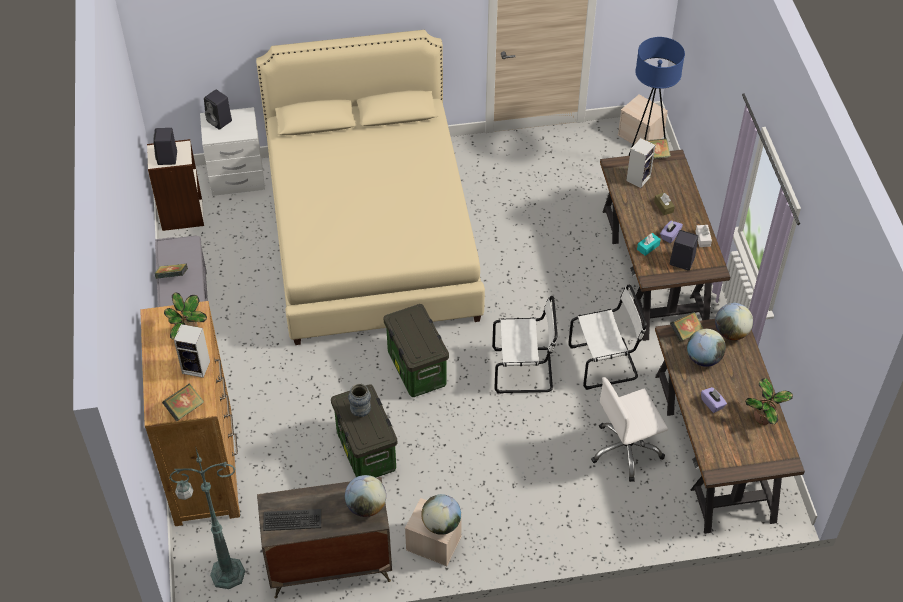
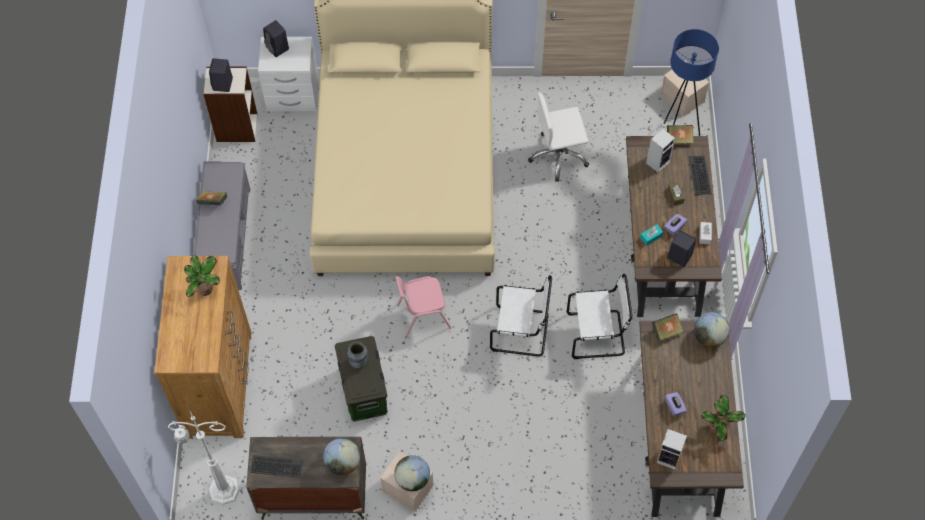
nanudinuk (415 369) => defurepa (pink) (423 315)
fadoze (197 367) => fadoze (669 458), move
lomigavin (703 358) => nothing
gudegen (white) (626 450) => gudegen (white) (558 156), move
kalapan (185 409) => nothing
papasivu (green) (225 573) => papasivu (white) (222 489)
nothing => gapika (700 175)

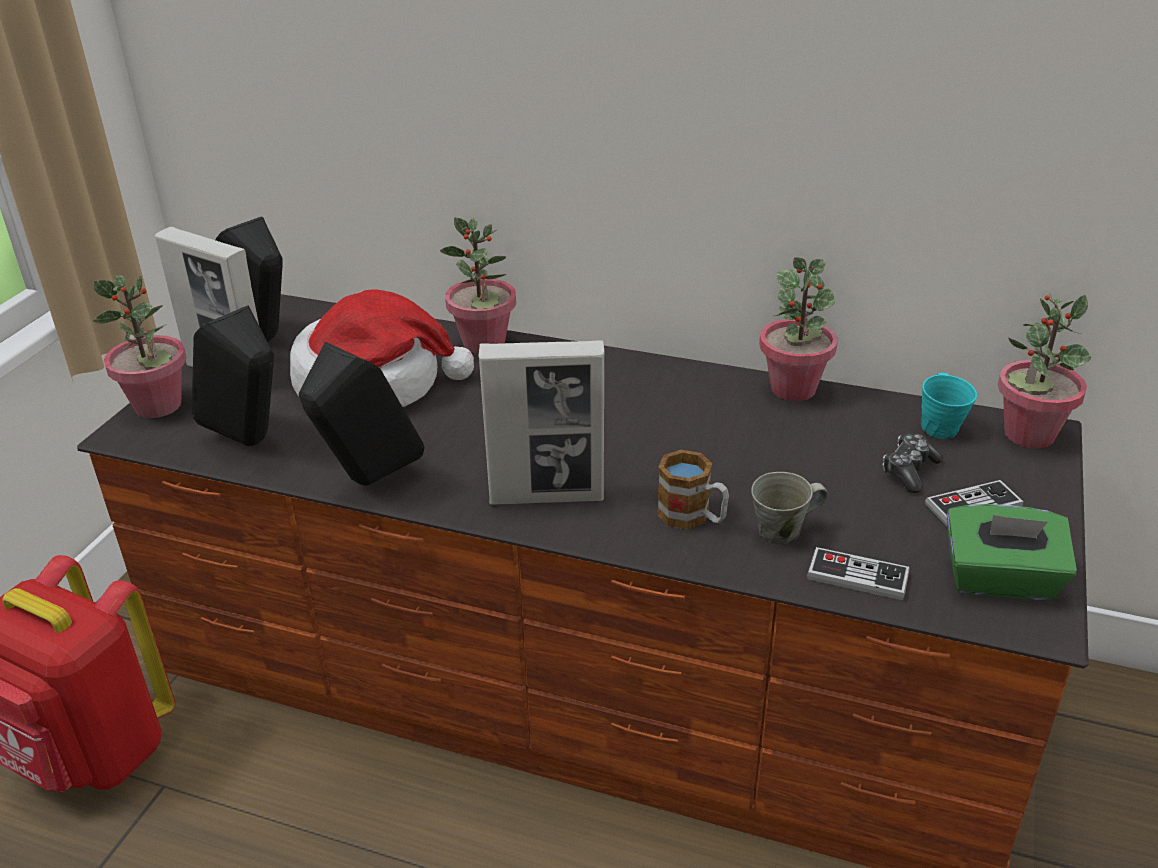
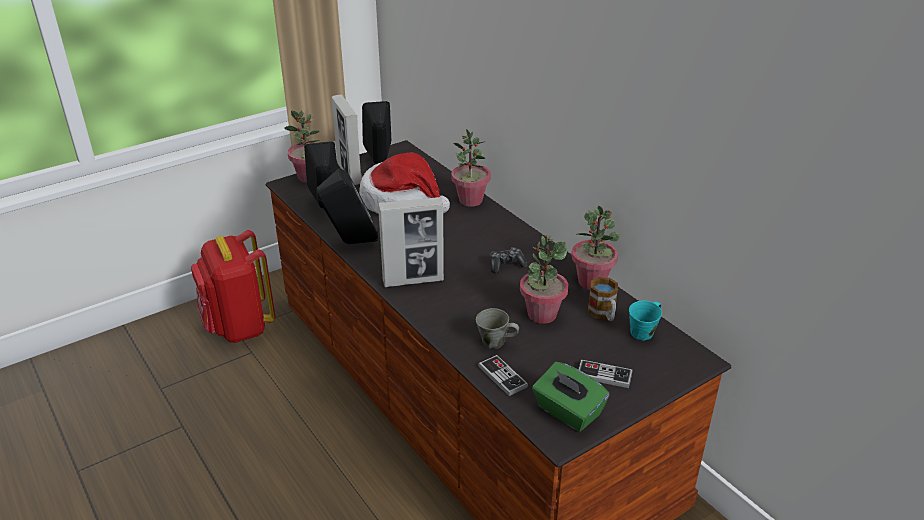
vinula (1028 434) => vinula (541 314), move
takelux (547 496) => takelux (413 280), 45 degrees counterclockwise
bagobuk (909 471) => bagobuk (506 265), move
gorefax (693 517) => gorefax (603 314), move

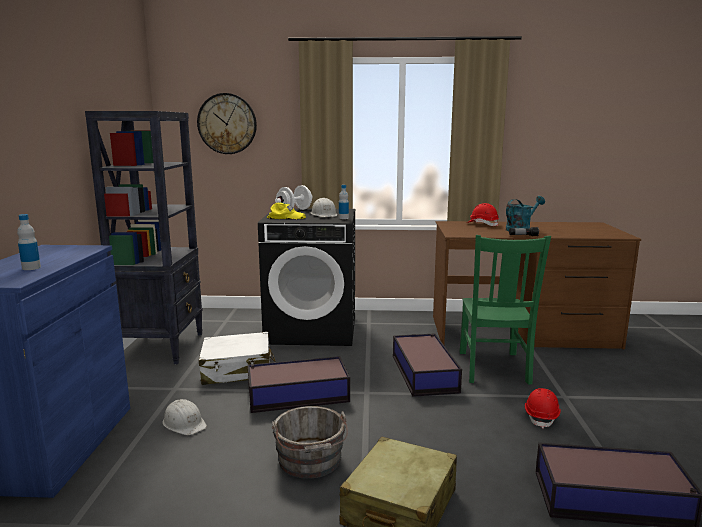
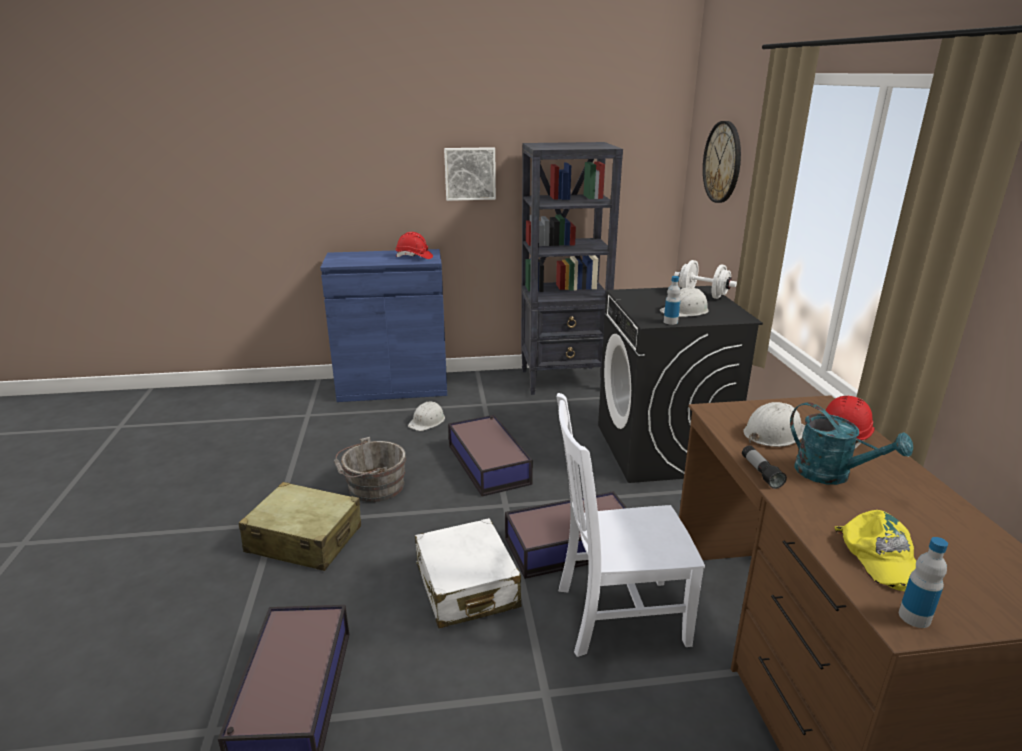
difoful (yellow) (286 217) => difoful (yellow) (880 557), move
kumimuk (31 268) => kumimuk (914 617), move
defurepa (green) (493 368) => defurepa (white) (616 615)
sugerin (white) (237 370) => sugerin (white) (466 587), move
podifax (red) (541 416) => podifax (red) (414 257), move
nothing => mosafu (470 173)
nothing => podifax (white) (774 433)

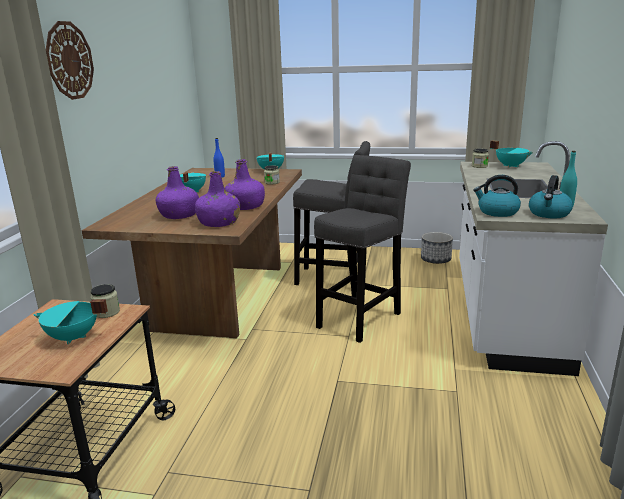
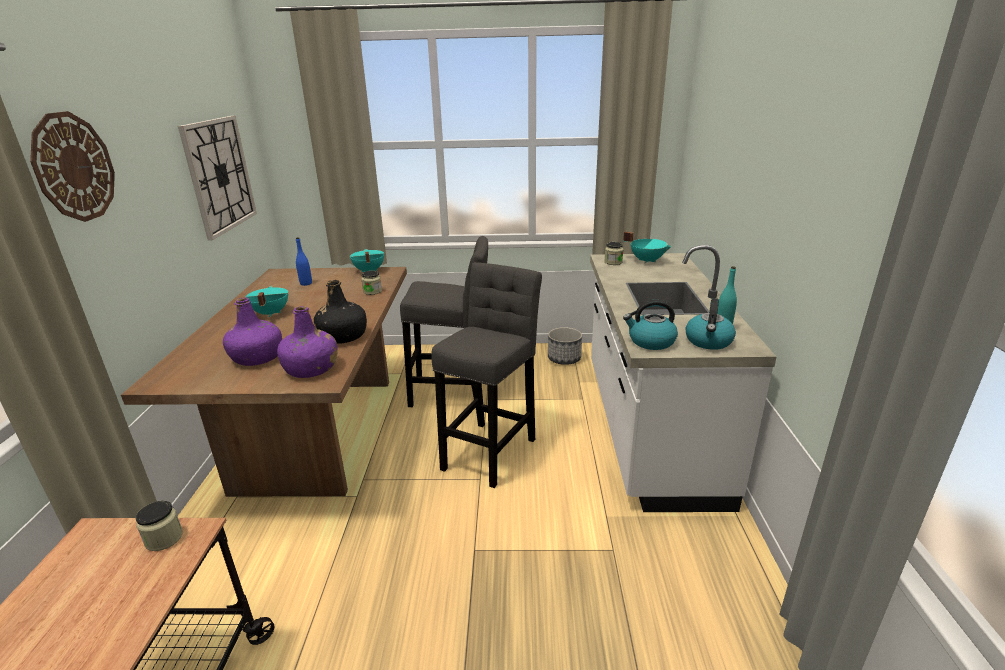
kumimuk (purple) (245 206) => kumimuk (black) (343 336)
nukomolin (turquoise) (73 338) => nothing
nothing => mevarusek (219 175)

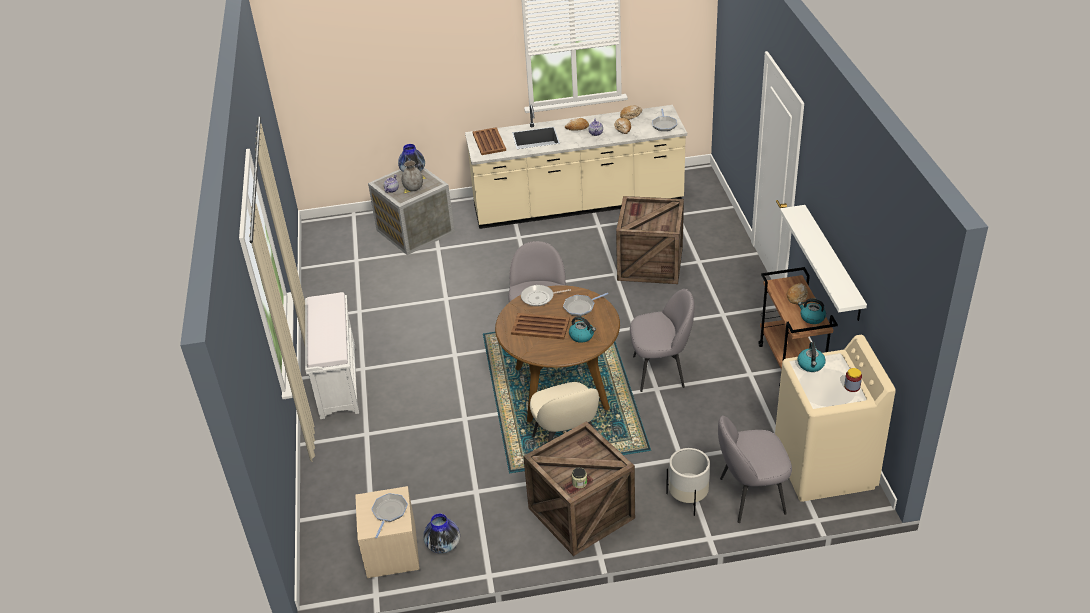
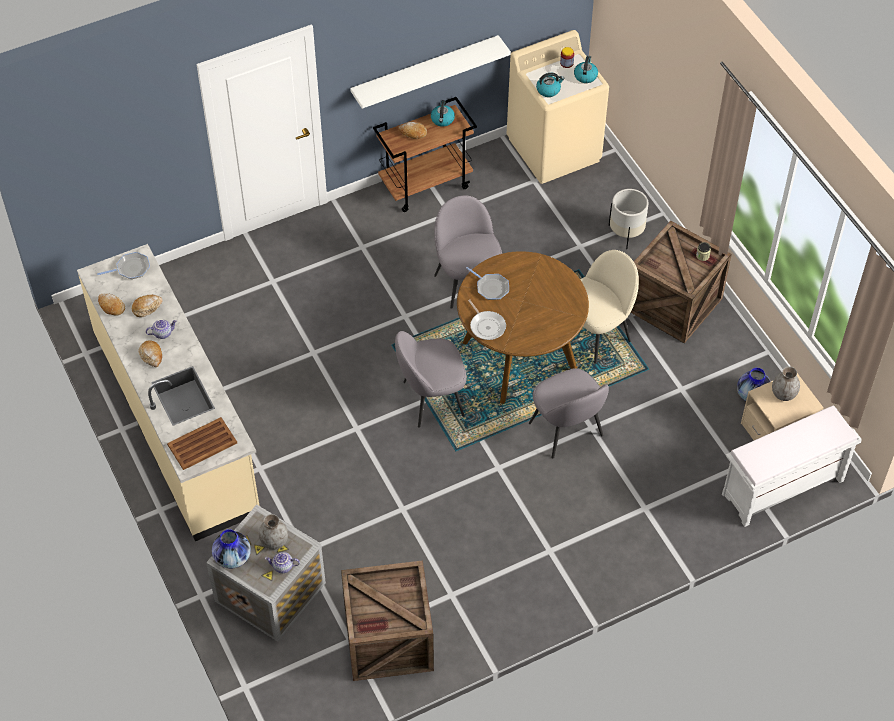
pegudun (649 263) => pegudun (387 641), move
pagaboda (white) (337 380) => pagaboda (white) (782 488), move
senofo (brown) (541 327) => nothing
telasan (582 336) => telasan (585 76), move
defurepa (grey) (750 496) => defurepa (grey) (567 431), move
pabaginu (389 512) => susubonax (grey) (784 394)

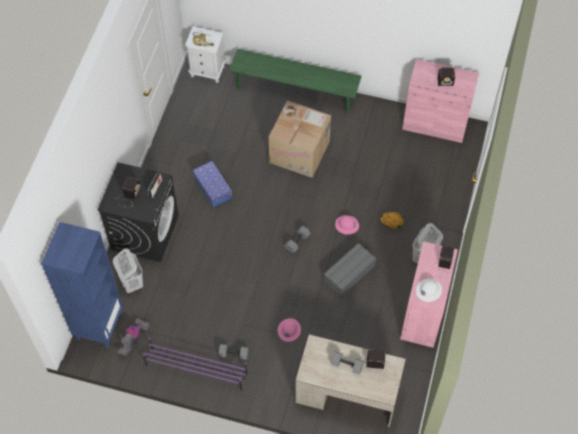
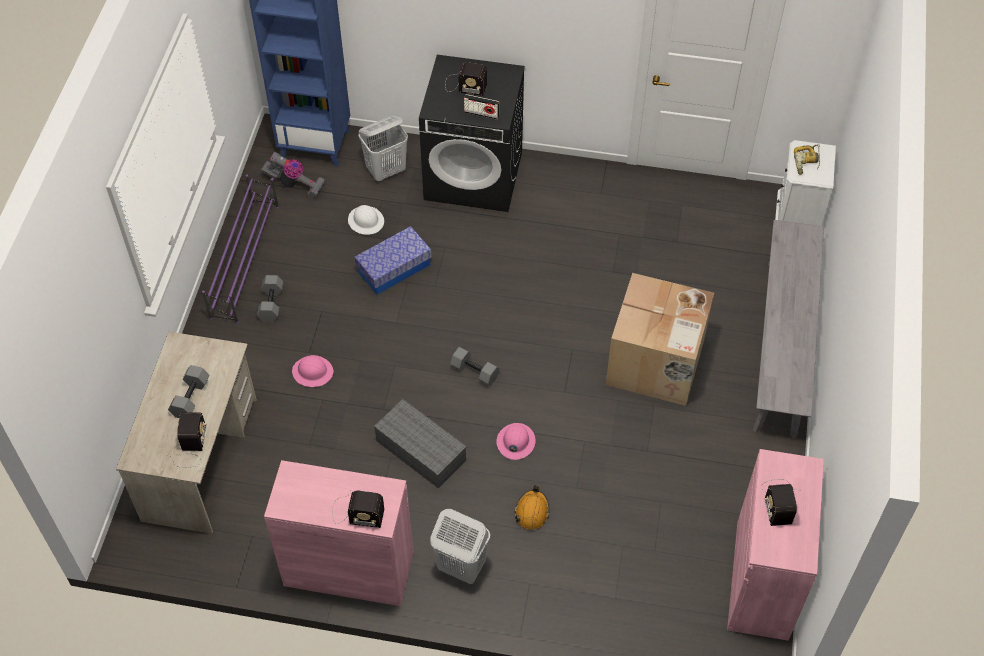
pagaboda (green) (295 92) => pagaboda (grey) (782 347)
nanudinuk (212 188) => nanudinuk (394 268), move
podifax (white) (428 290) => podifax (white) (366 221), move

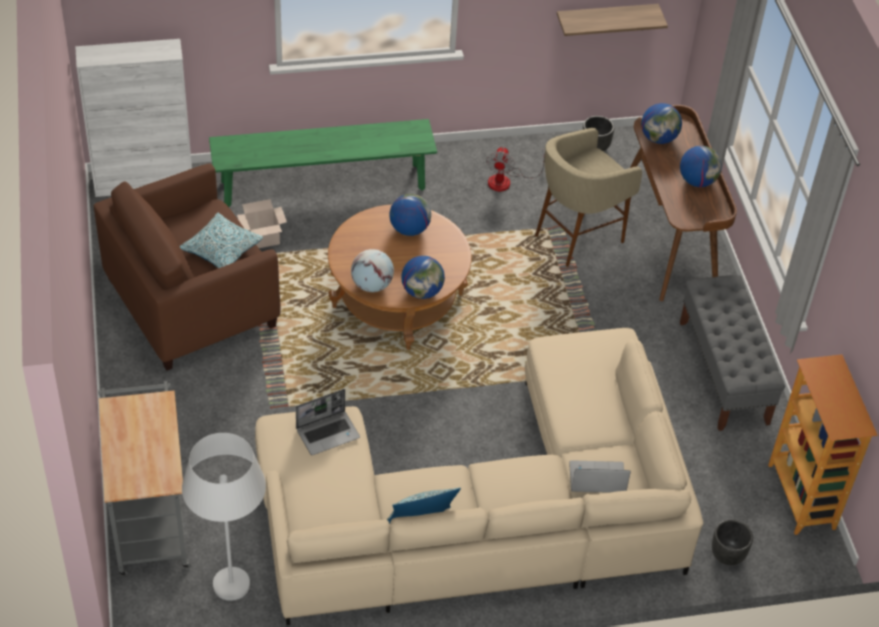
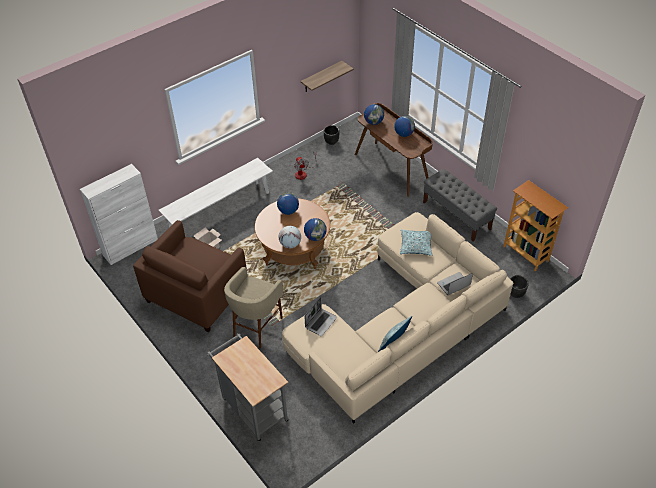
pagaboda (green) (323 185) => pagaboda (white) (220 211)
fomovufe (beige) (577 237) => fomovufe (beige) (256 327), move
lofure (221 249) => lofure (416 246), move
papasivu (white) (233 602) => nothing

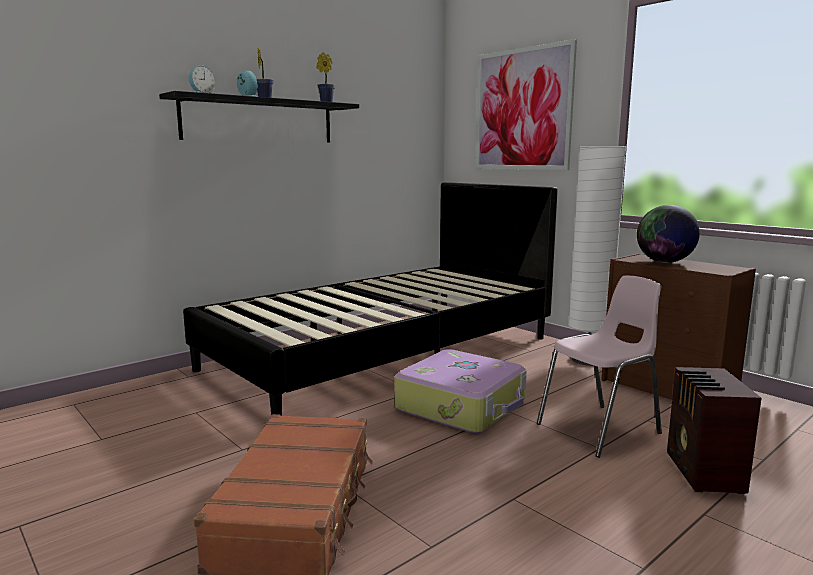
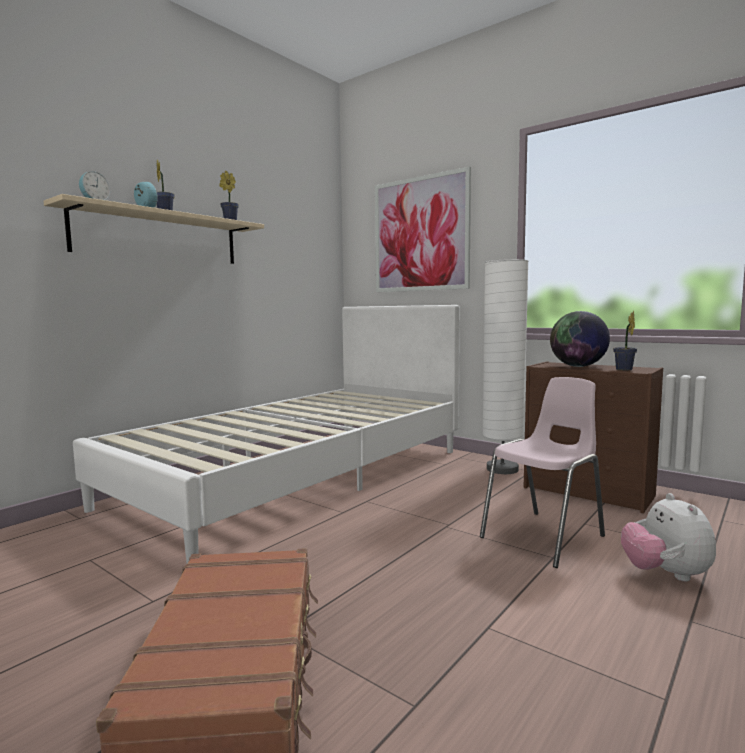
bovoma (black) (260 121) => bovoma (beige) (159 237)
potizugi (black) (384 353) => potizugi (white) (299 476)
sugerin (462 405) => nothing
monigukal (703 473) => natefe (665 574)
nothing => vinula (624 369)

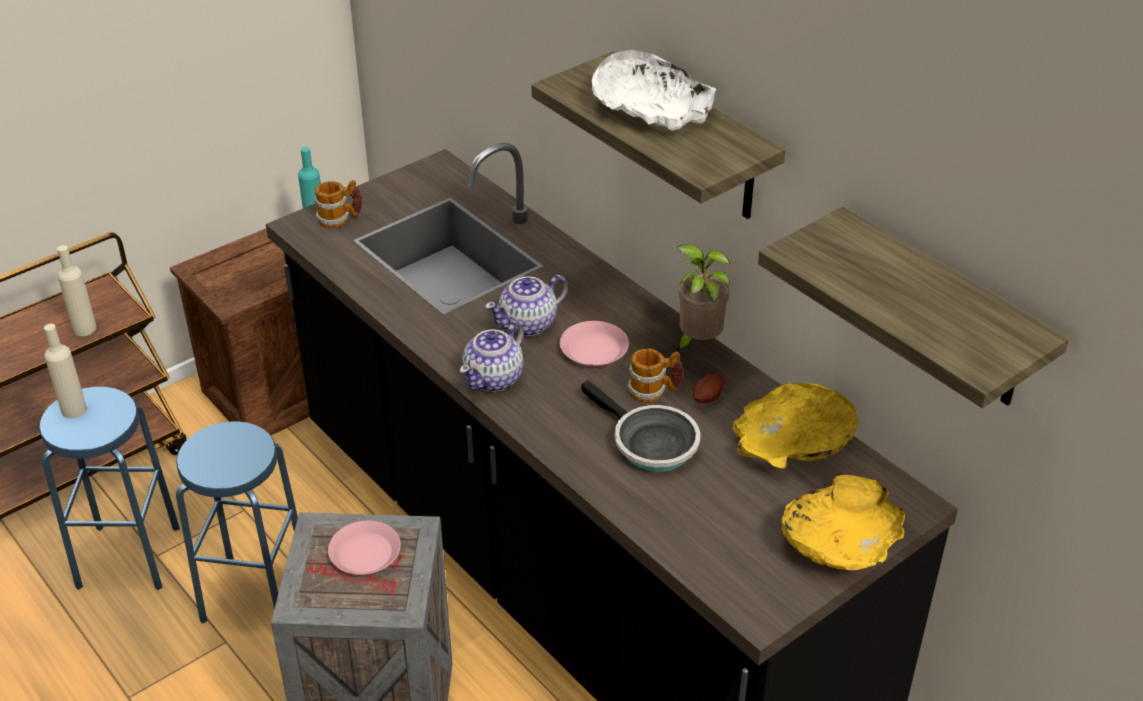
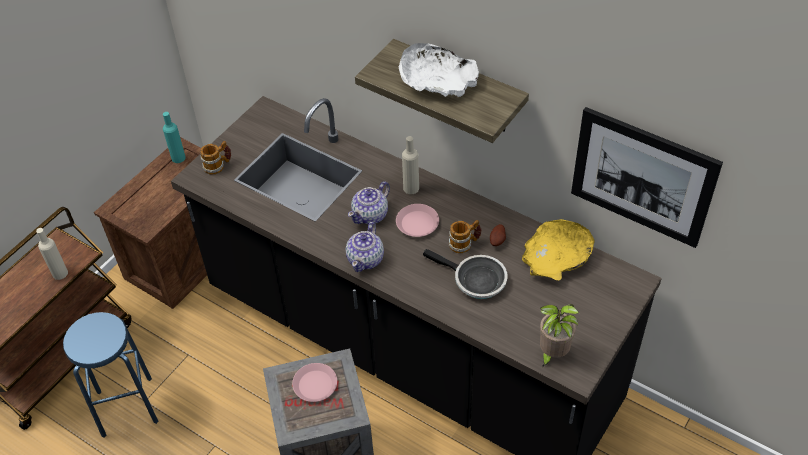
bovoma (940 312) => mosafu (642 177)
vinula (697 342) => vinula (552 353), move
kumimuk (beige) (74 410) => kumimuk (beige) (411 188), move
fomovufe (blue) (255 593) => nothing
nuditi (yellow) (840 540) => nothing

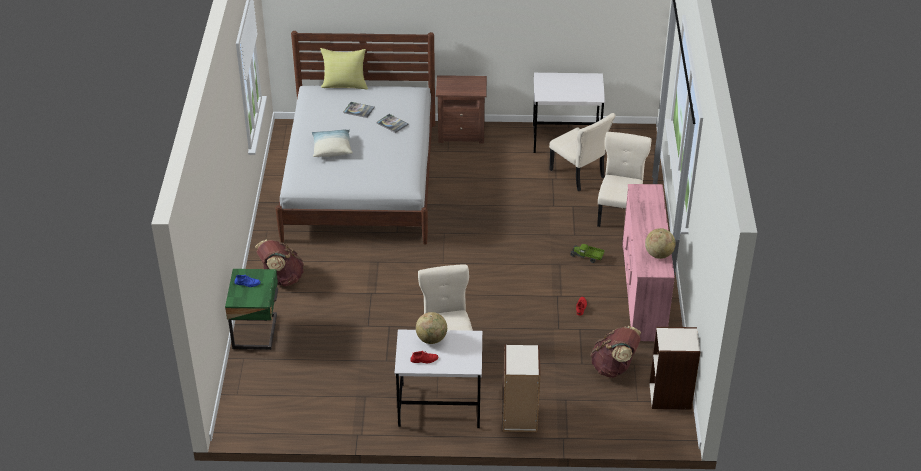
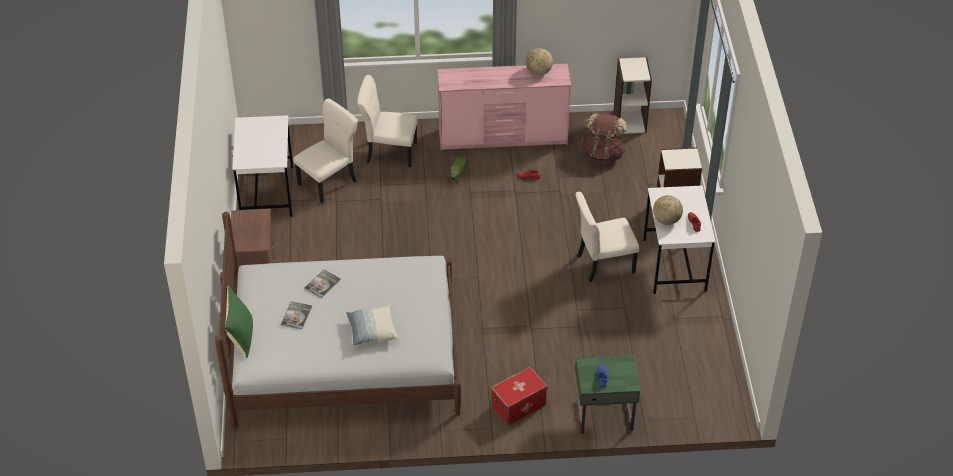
lofure (yellow) (345 85) => lofure (green) (240 336)
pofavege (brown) (281 278) => nanudinuk (518 405)

